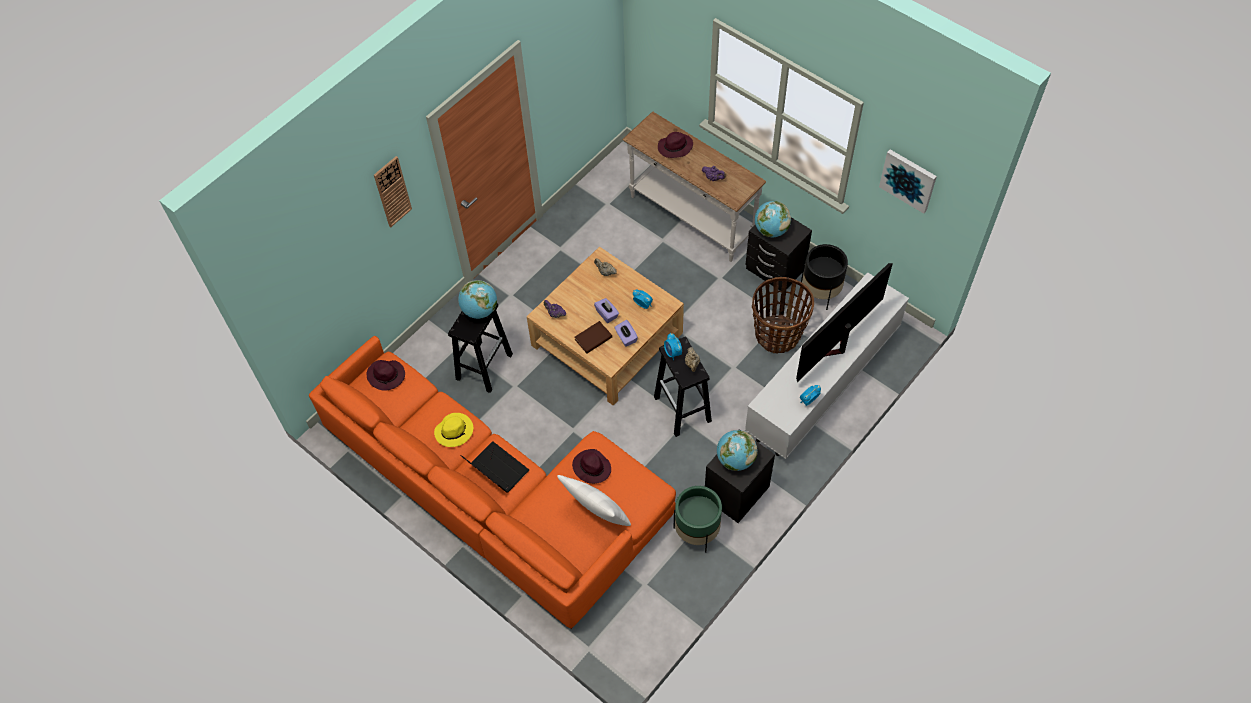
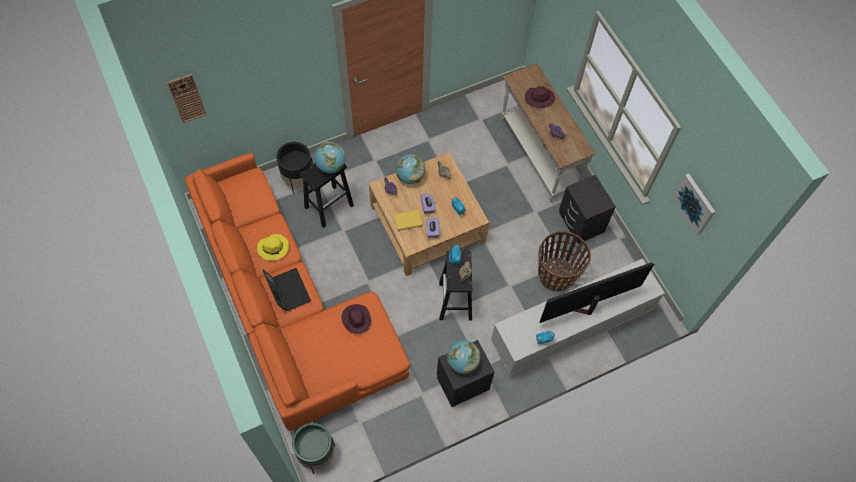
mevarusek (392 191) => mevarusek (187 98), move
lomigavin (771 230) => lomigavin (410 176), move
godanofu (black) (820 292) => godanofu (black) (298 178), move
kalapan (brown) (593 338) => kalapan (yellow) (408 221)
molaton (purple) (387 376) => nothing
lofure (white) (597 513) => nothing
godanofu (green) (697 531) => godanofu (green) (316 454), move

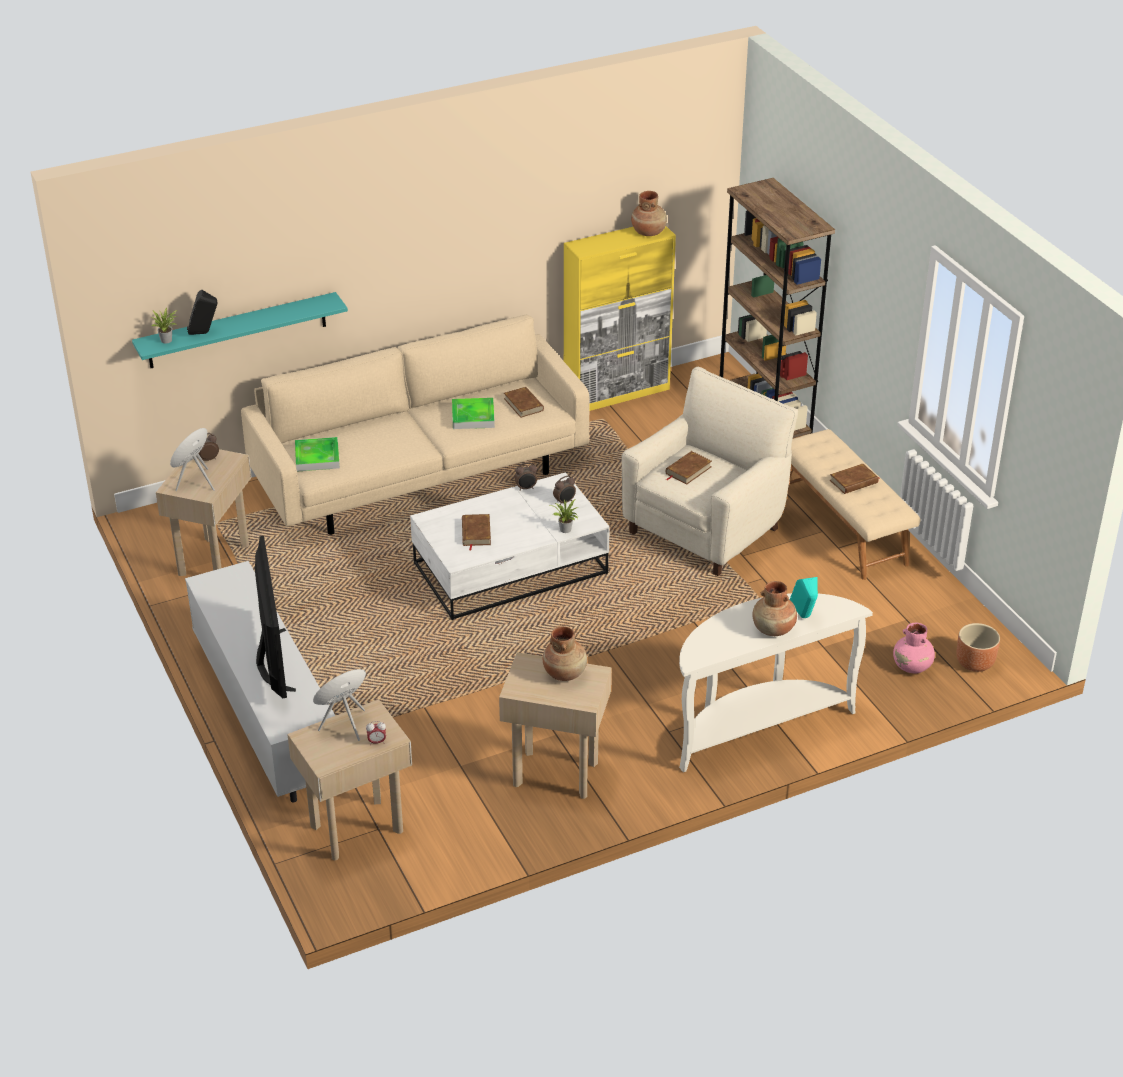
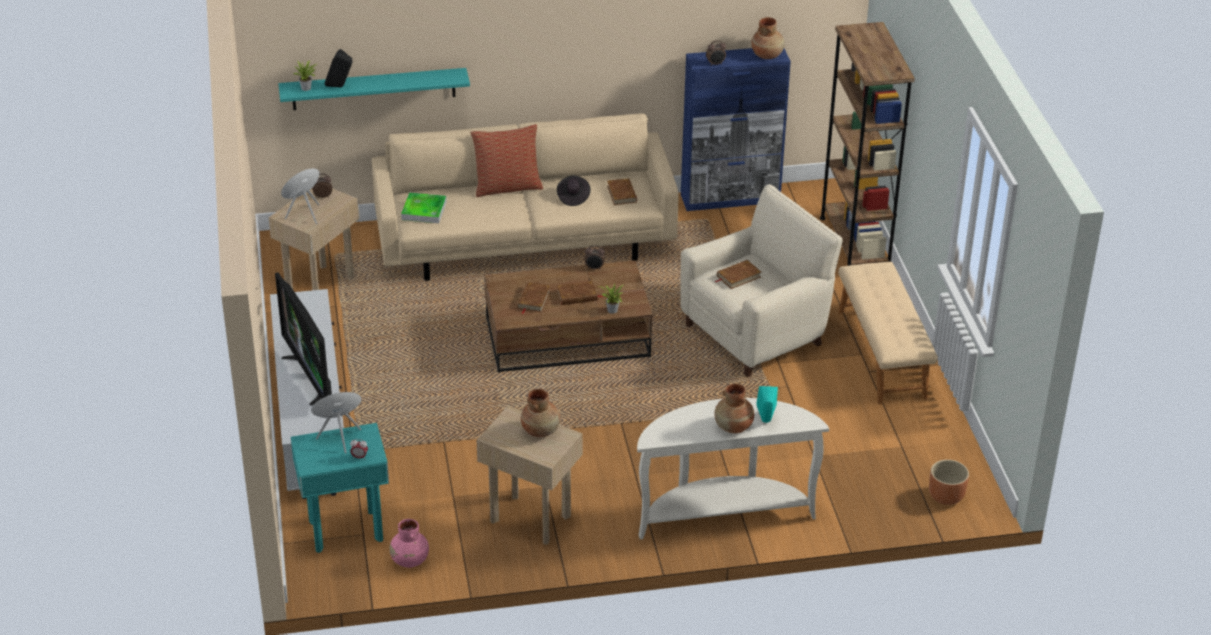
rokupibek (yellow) (617 393) => rokupibek (blue) (730 198)
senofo (473 416) => molaton (black) (573 197)
kalapan (brown) (854 482) => kalapan (brown) (577 296), move
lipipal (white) (511 568) => lipipal (brown) (568 337)
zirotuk (564 502) => zirotuk (715 64), move
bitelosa (271 662) => bitelosa (311 377), 150 degrees clockwise
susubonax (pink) (912 667) => susubonax (pink) (409 560), move
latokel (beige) (357 829) => latokel (turquoise) (346 531)
nothing => lofure (507 187)

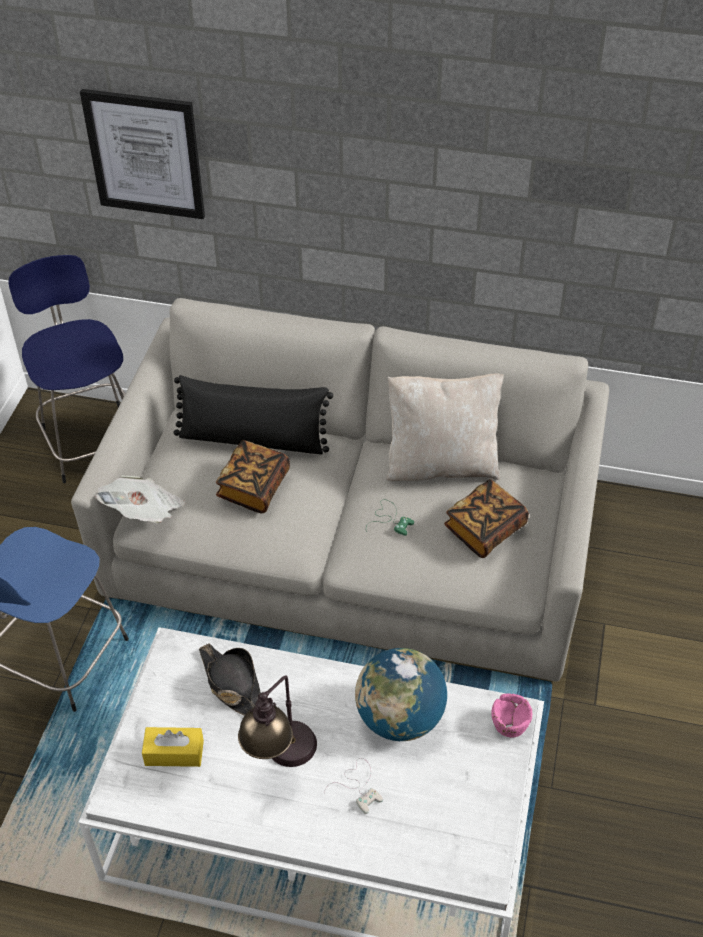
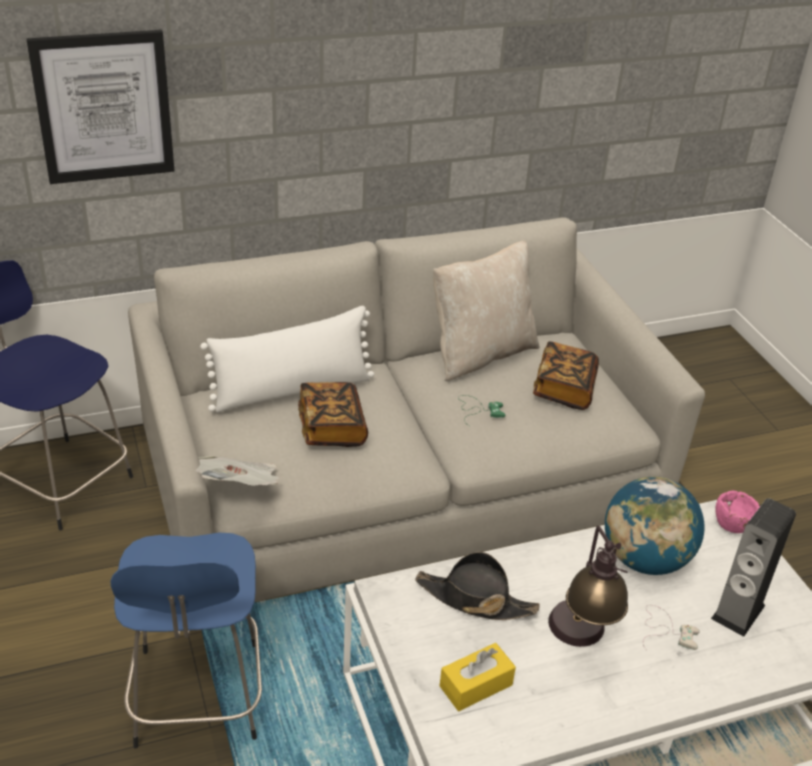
lofure (black) (253 439) => lofure (white) (292 390)
nothing => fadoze (738 612)

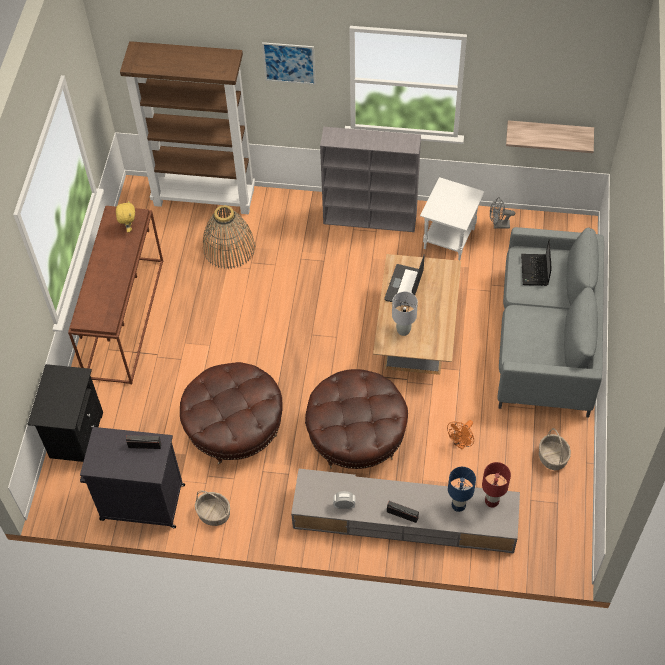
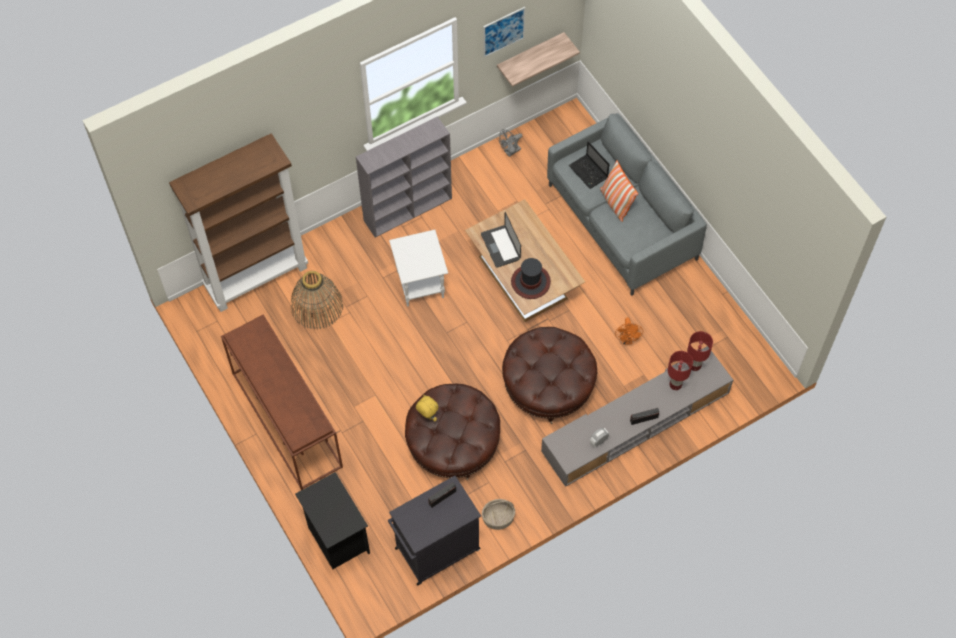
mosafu (289 63) => mosafu (503 31), move
latokel (white) (449 238) => latokel (white) (420 284), move
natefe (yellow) (128 227) => natefe (yellow) (427 416), move
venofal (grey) (403 331) => molaton (530 282)
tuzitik (552 457) => nothing
venofal (blue) (458 505) => venofal (red) (675 385)
nothing => lofure (616 203)

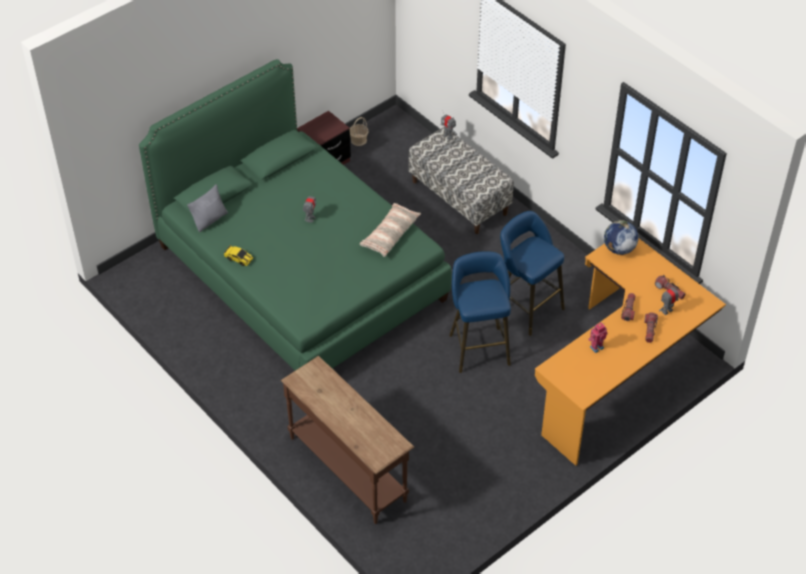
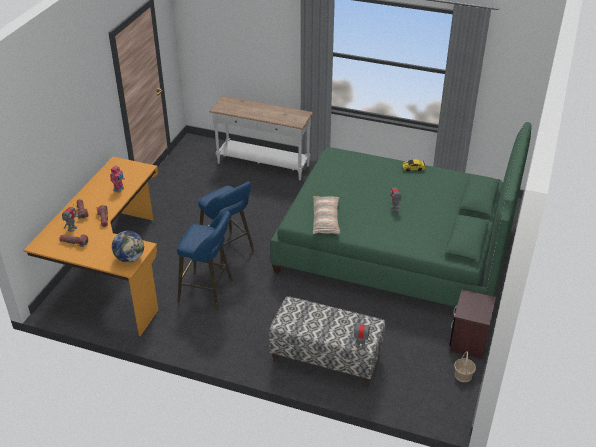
lofure (grey) (210 220) => nothing
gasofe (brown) (348 468) => gasofe (white) (262 165)

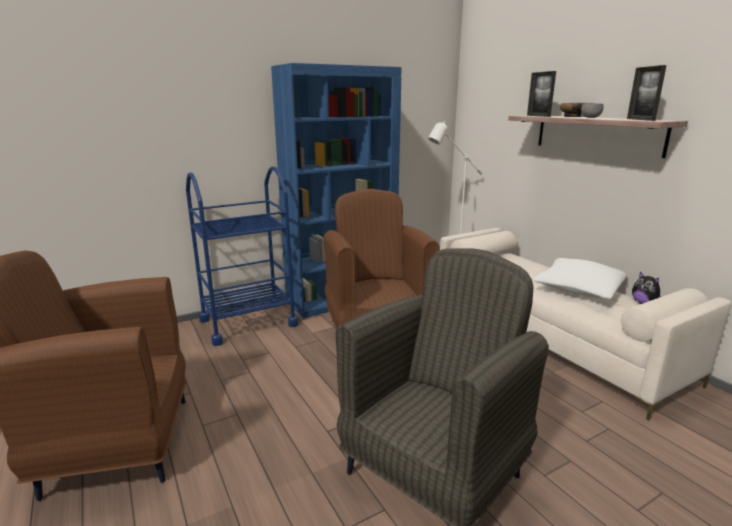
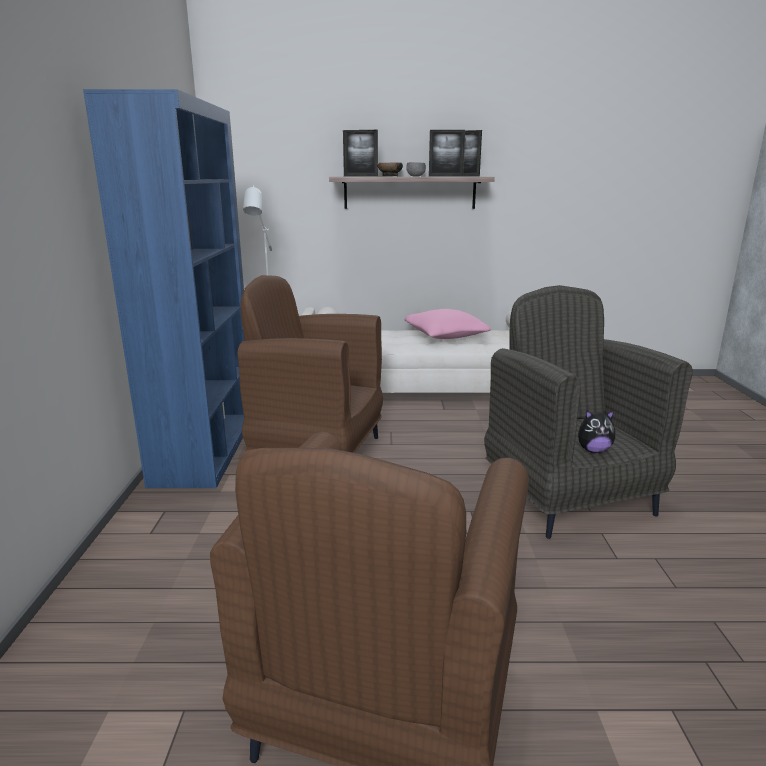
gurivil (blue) (248 322) => nothing
lofure (white) (578 290) => lofure (pink) (445 336)
natefe (644 303) => natefe (593 450), move
nothing => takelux (445 176)

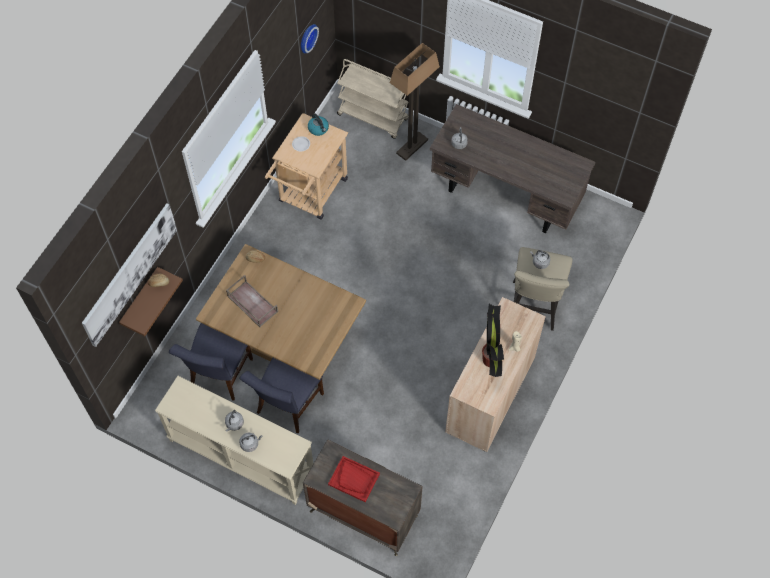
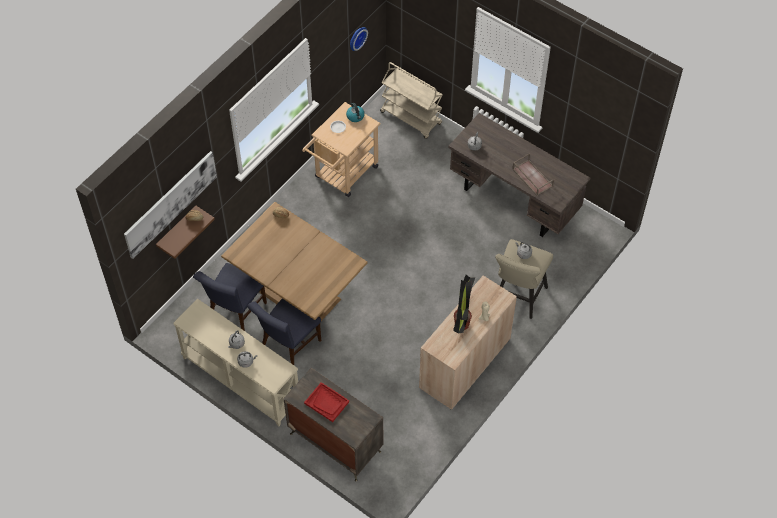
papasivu (412 147) => nothing
senofo (brown) (252 304) => senofo (brown) (532 177), move

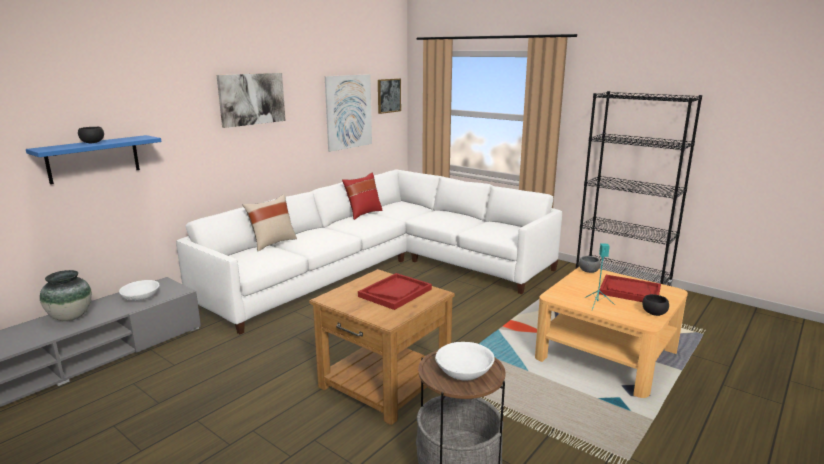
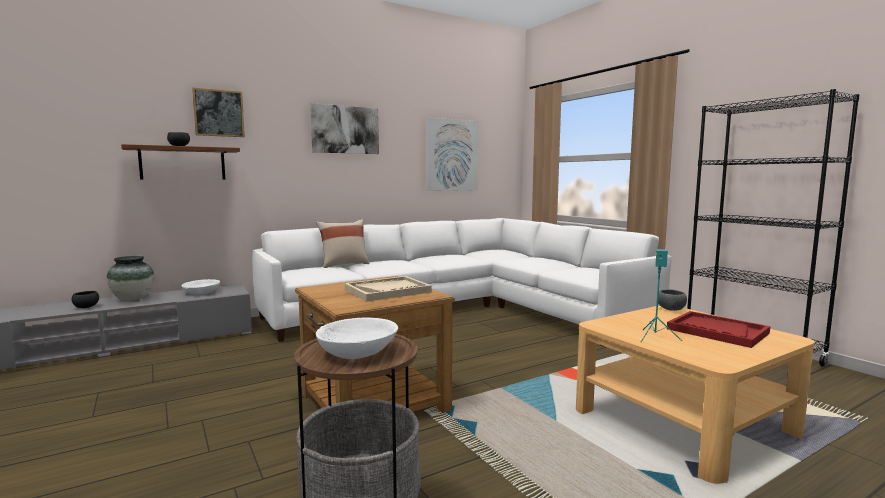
mosafu (388 95) => mosafu (219 113), move
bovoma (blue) (93 159) => bovoma (brown) (183 163)
lofure (red) (363 213) => nothing
senofo (red) (395 292) => senofo (beige) (387 291)
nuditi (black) (653 313) => nuditi (black) (86 307), move

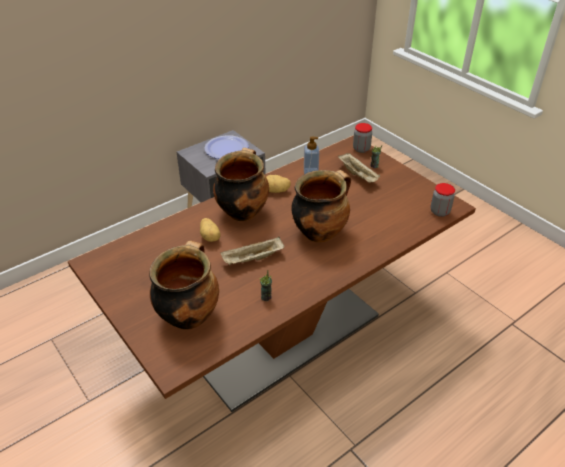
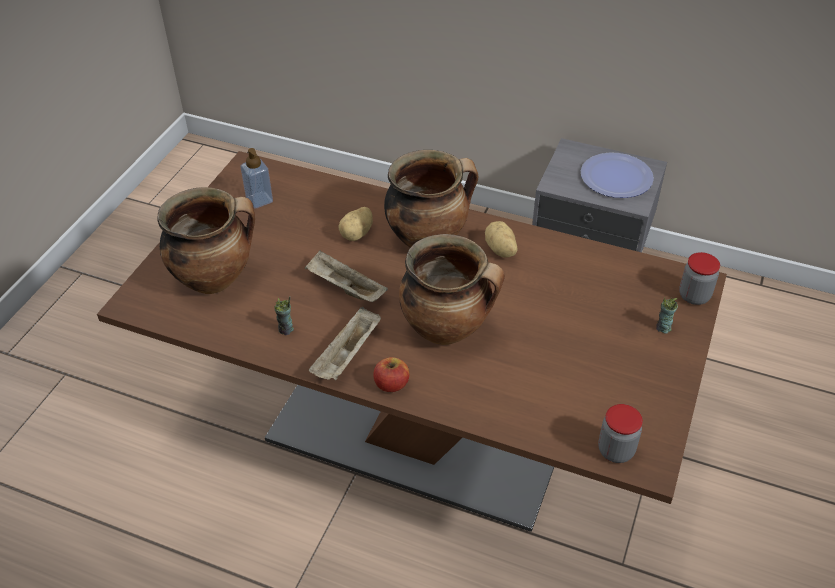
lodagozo (310 172) => lodagozo (259 200), move
senofo (beige) (358 175) => senofo (beige) (347 356), move
nothing => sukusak (391 384)

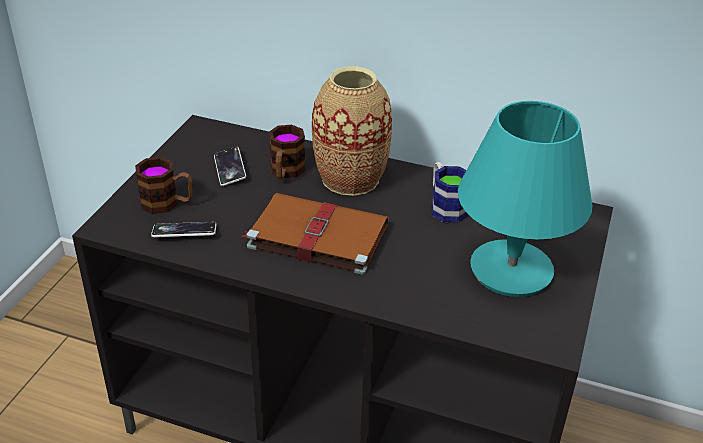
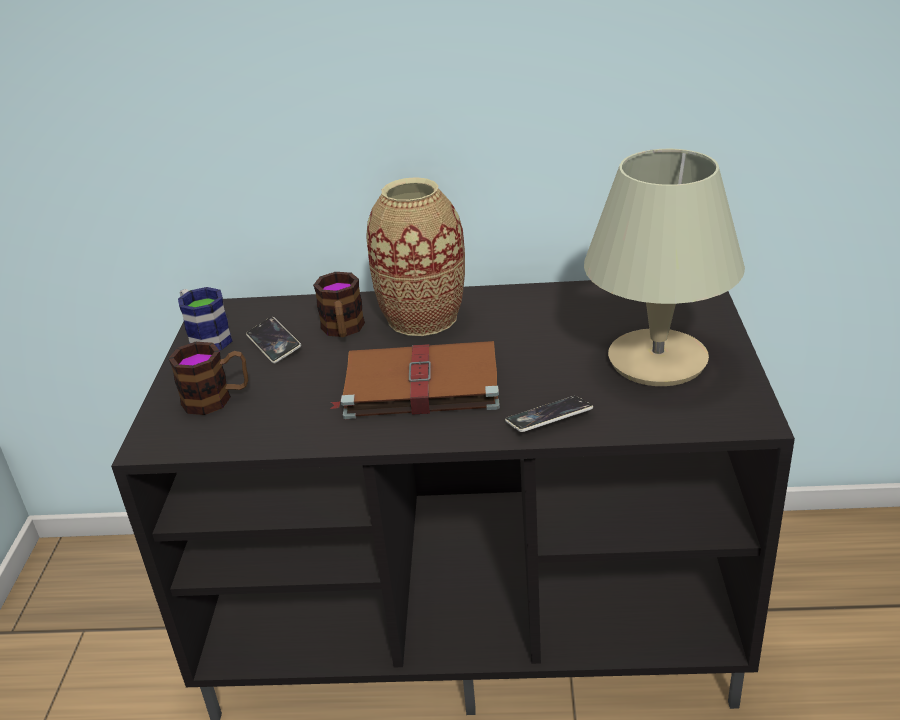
venofal (turquoise) (510 271) => venofal (beige) (657 361)
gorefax (445 206) => gorefax (205 338), move
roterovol (184 233) => roterovol (549 418), move

